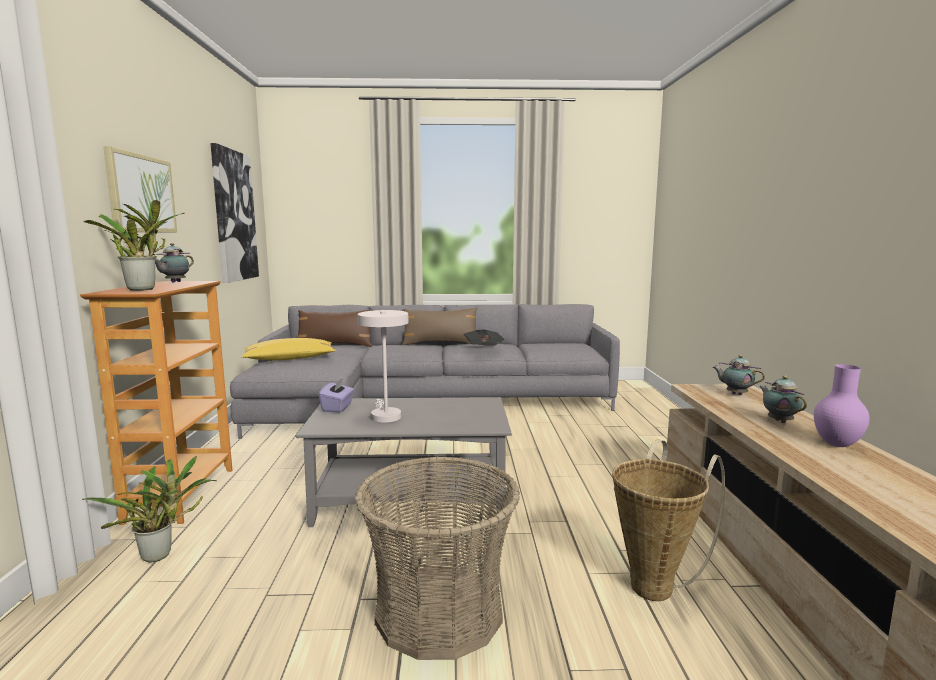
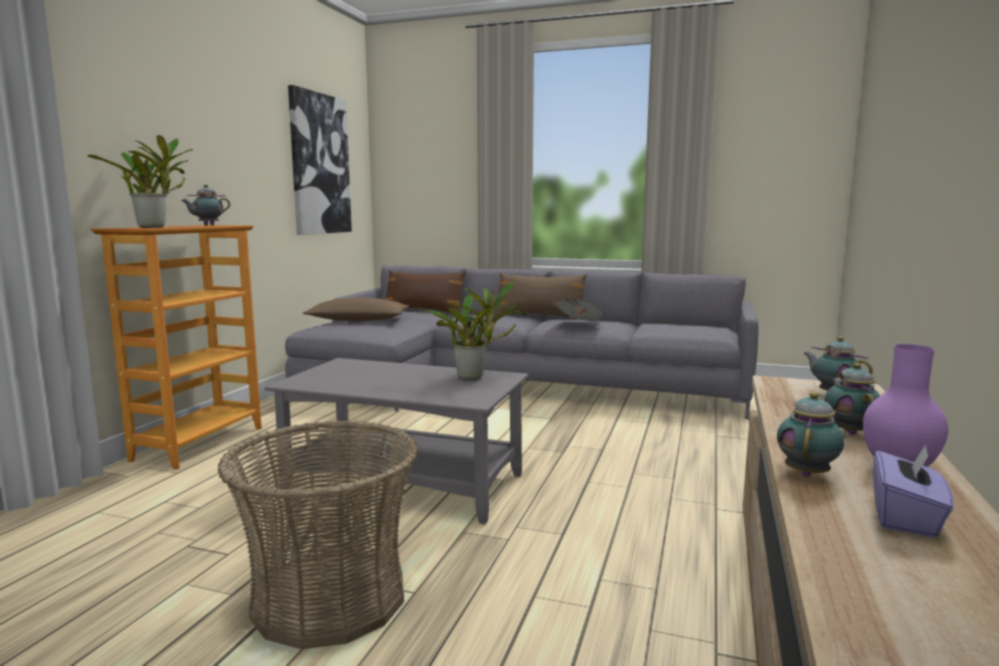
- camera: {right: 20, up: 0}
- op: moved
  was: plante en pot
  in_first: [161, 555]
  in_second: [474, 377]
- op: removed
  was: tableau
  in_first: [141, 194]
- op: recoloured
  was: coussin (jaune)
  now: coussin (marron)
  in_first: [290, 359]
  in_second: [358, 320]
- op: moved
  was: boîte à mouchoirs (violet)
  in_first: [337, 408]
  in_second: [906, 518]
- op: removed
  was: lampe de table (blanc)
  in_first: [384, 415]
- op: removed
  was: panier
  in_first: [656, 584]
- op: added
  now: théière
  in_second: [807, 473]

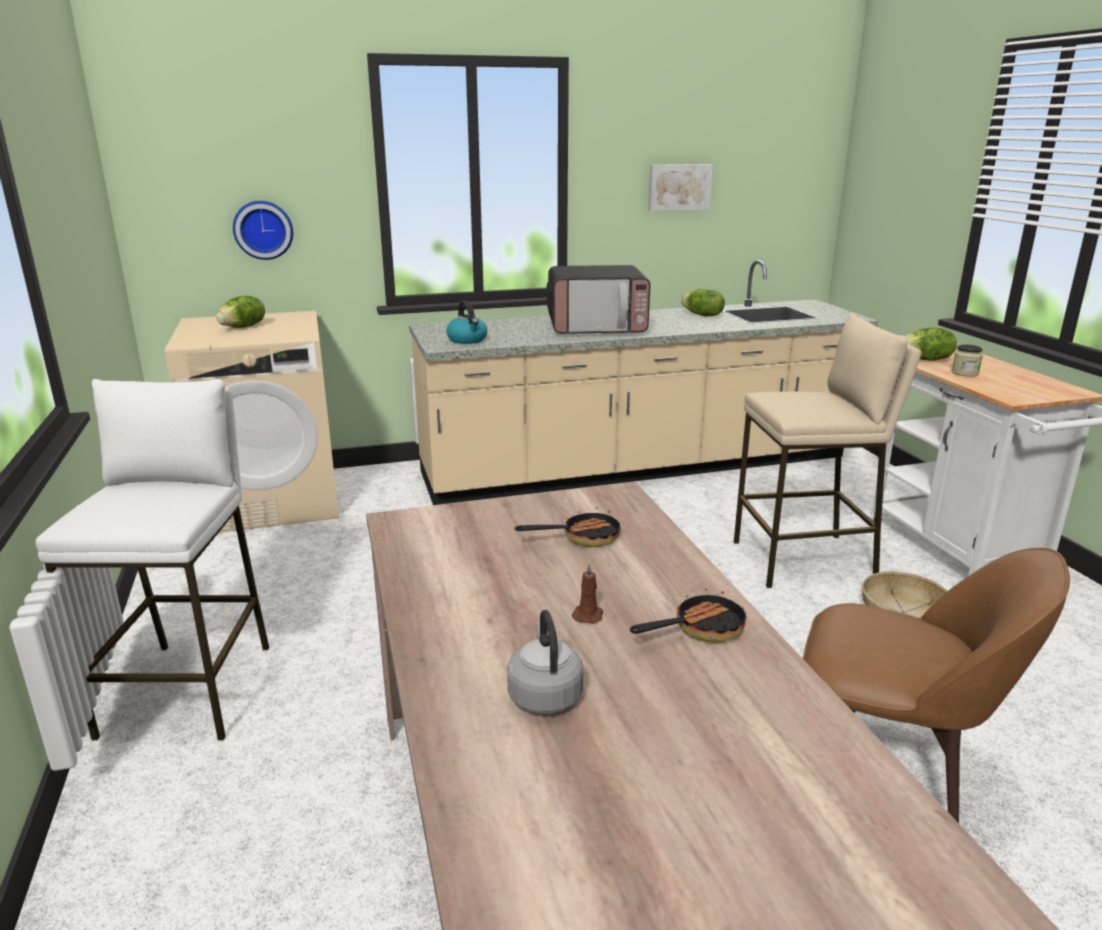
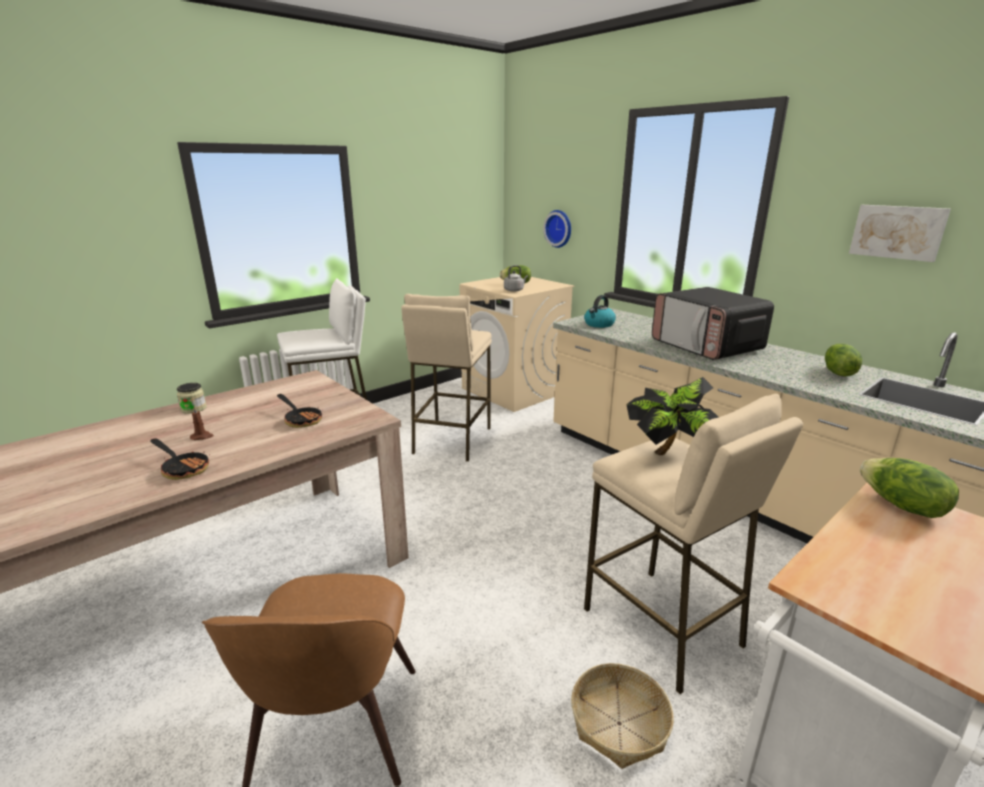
- camera: {right: 65, up: 0}
- op: moved
  was: bouilloire (gris)
  in_first: [544, 695]
  in_second: [514, 290]
- op: moved
  was: bocal
  in_first: [964, 373]
  in_second: [194, 409]
- op: added
  now: tabouret (beige)
  in_second: [451, 440]
- op: added
  now: plante en pot
  in_second: [671, 454]

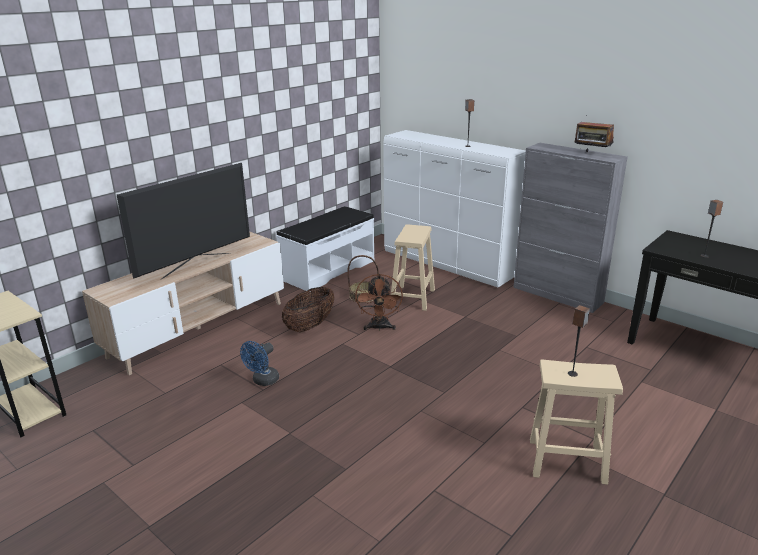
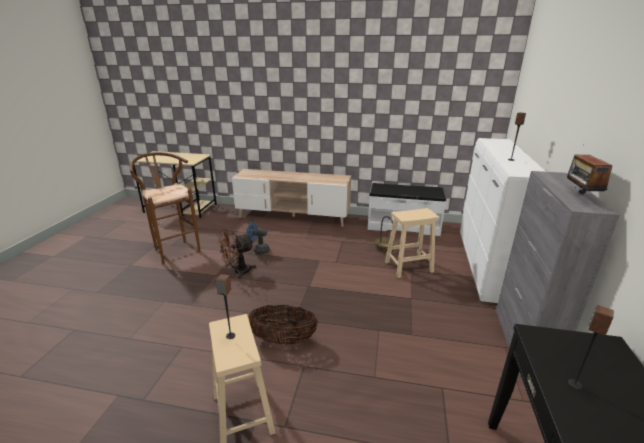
- camera: {right: 60, up: 0}
- op: removed
  was: téléviseur
  in_first: [196, 265]
- op: moved
  was: panier
  in_first: [310, 326]
  in_second: [283, 340]
- op: moved
  was: ventilateur (marron)
  in_first: [379, 328]
  in_second: [238, 272]
- op: added
  now: tabouret (marron)
  in_second: [175, 249]

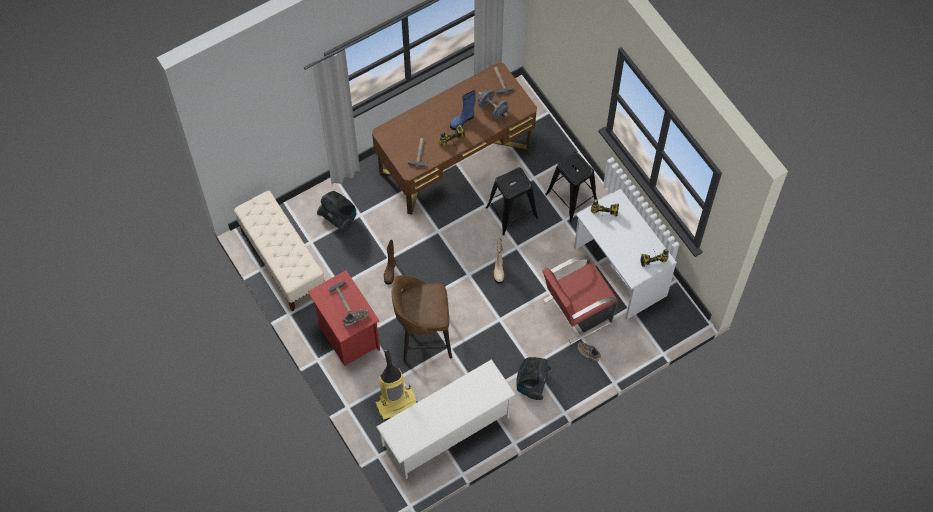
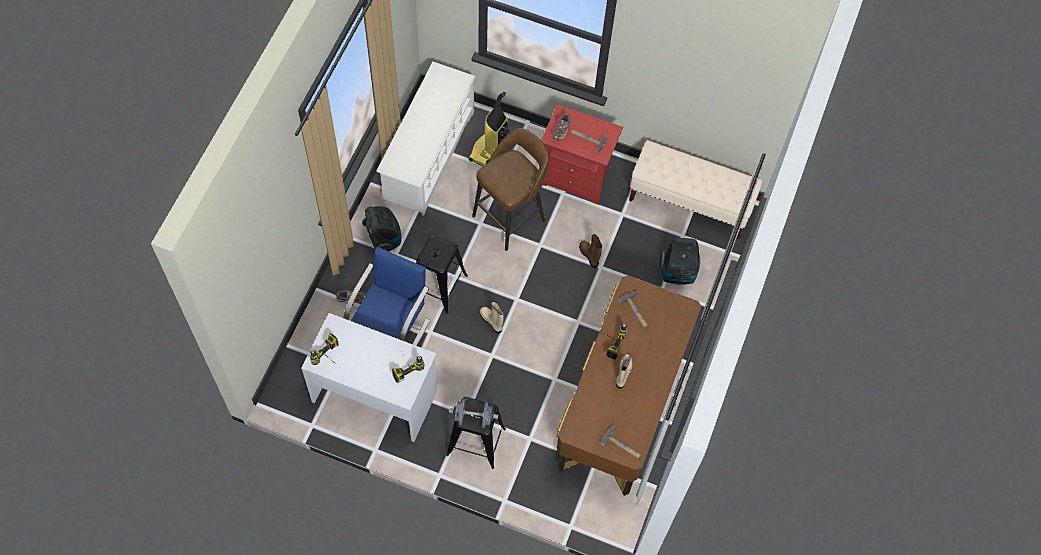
- camera: {right: 140, up: 0}
- op: recoloured
  was: botte (bleu)
  now: botte (beige)
  in_first: [462, 120]
  in_second: [623, 374]
- op: moved
  was: haltère (gris)
  in_first: [493, 109]
  in_second: [473, 418]
- op: moved
  was: tabouret (noir)
  in_first: [512, 212]
  in_second: [438, 286]
- op: recoloured
  was: chaise (rouge)
  now: chaise (bleu)
  in_first: [575, 311]
  in_second: [391, 329]

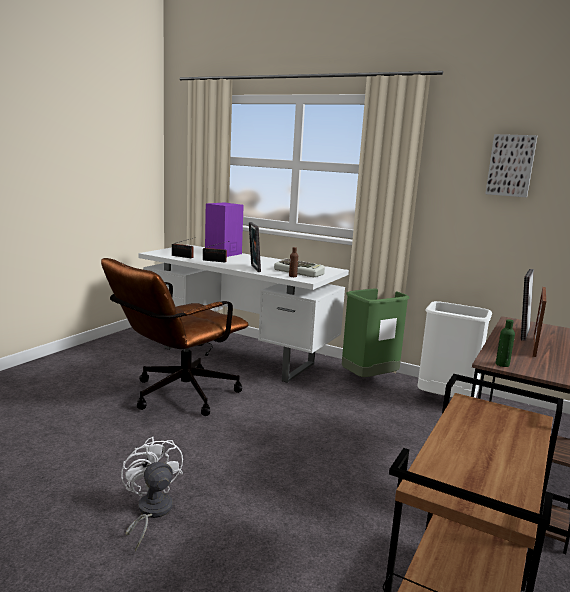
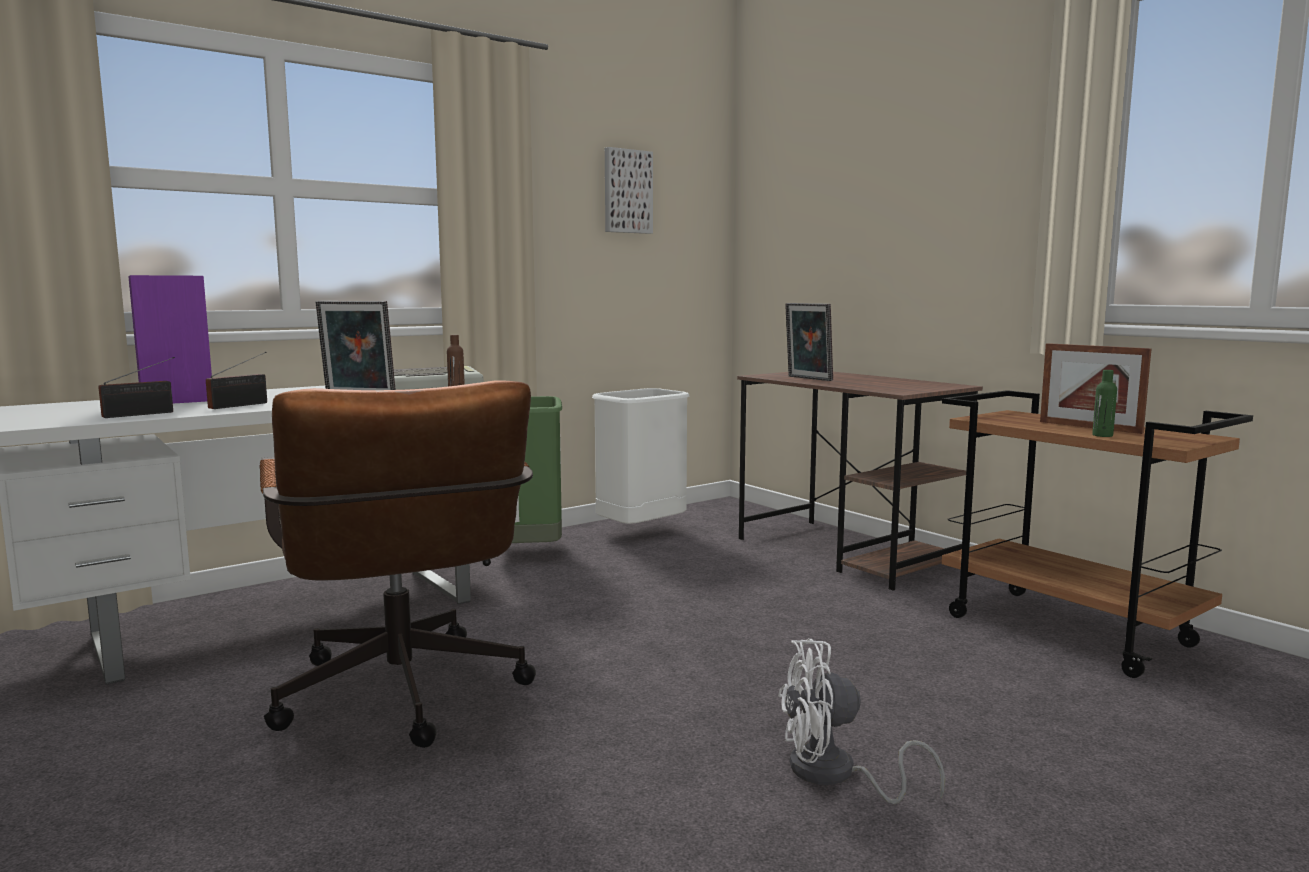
- camera: {right: -65, up: -5}
- op: moved
  was: bouteille (vert)
  in_first: [502, 364]
  in_second: [1102, 435]
- op: moved
  was: cadre photo
  in_first: [534, 346]
  in_second: [1089, 427]

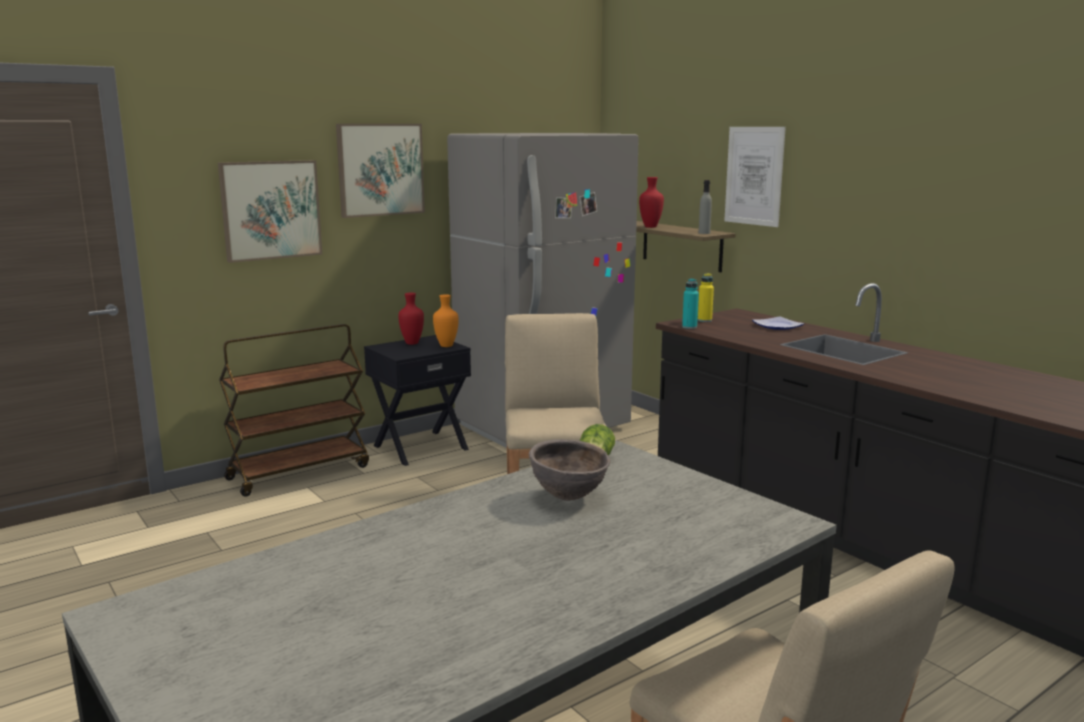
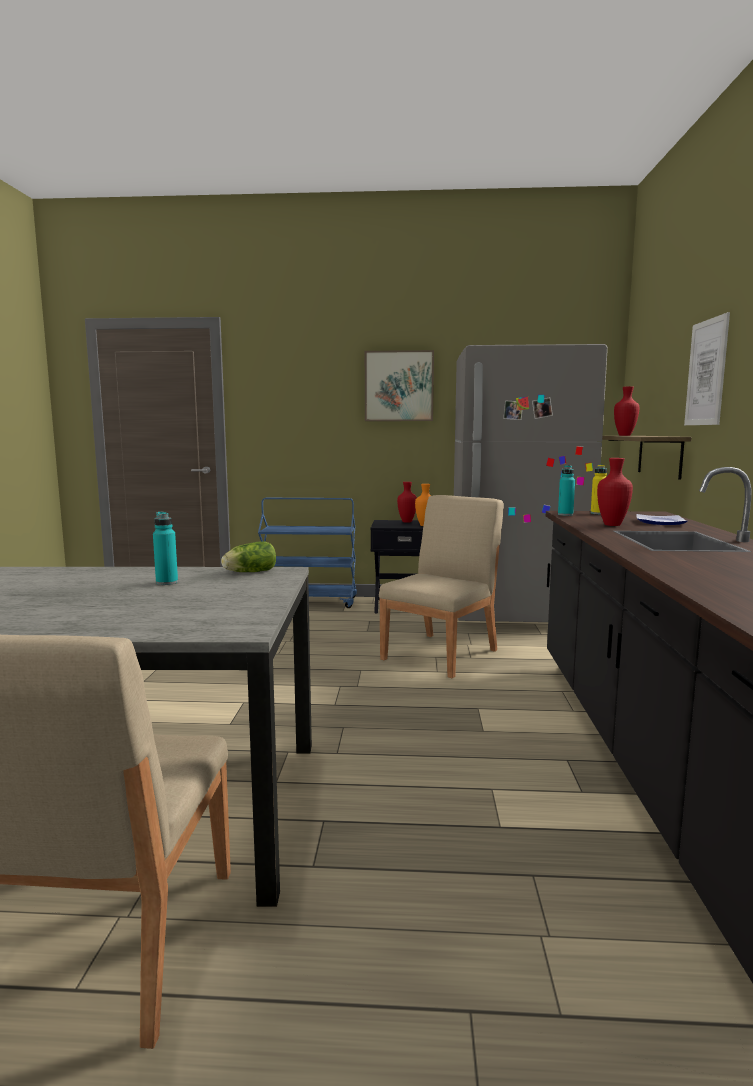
- camera: {right: 40, up: -5}
- op: removed
  was: tableau
  in_first: [271, 210]
- op: recoloured
  was: chariot (marron)
  now: chariot (bleu)
  in_first: [299, 472]
  in_second: [309, 602]
- op: replaced
  was: bol (marron)
  now: bouteille (turquoise)
  in_first: [569, 497]
  in_second: [167, 582]
- op: removed
  was: bouteille (gris)
  in_first: [704, 233]
- op: added
  now: vase (rouge)
  in_second: [613, 525]

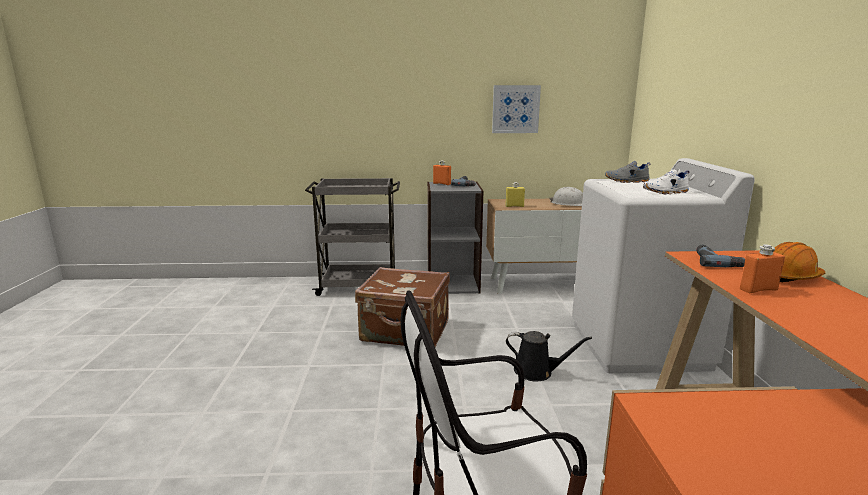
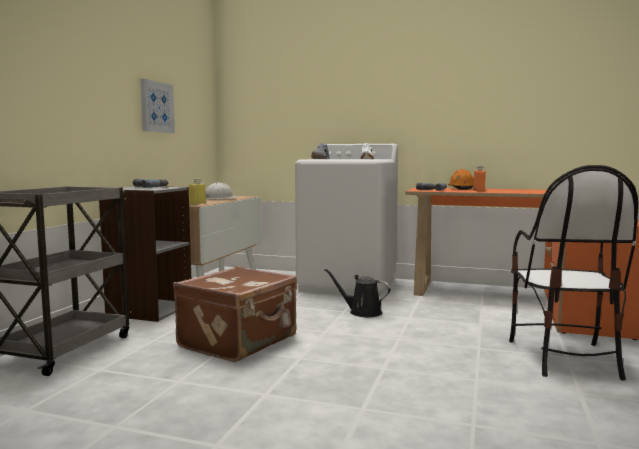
- camera: {right: -70, up: -10}
- op: removed
  was: bouteille (orange)
  in_first: [442, 184]
- op: turned
  was: arrosoir (noir)
  in_first: [537, 372]
  in_second: [362, 312]
  clockwise: -105

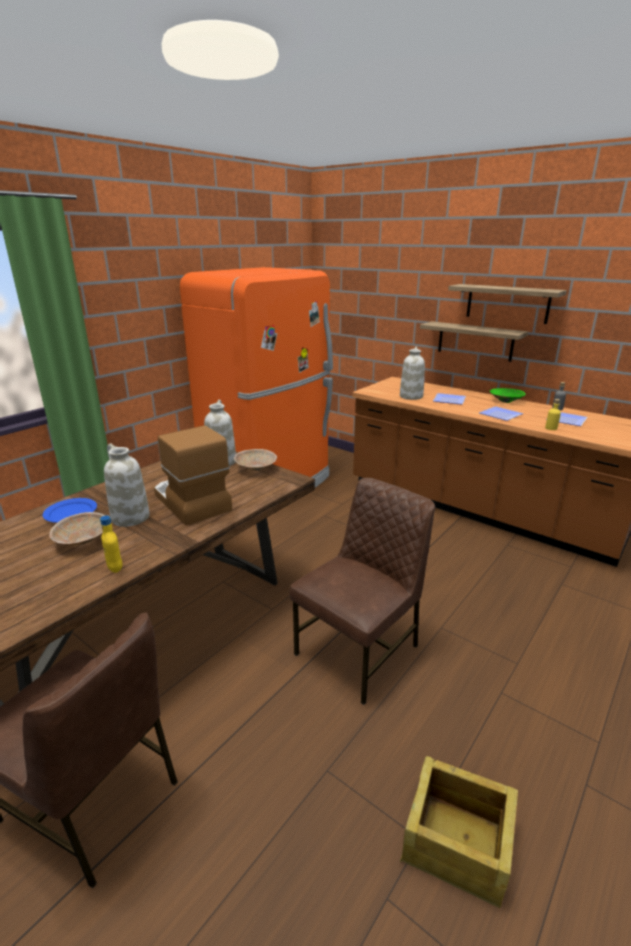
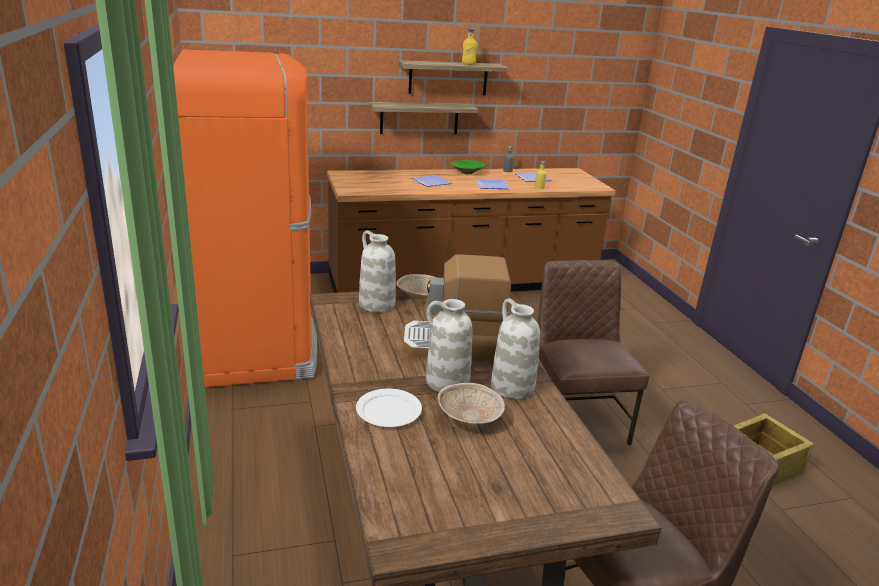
- camera: {right: -55, up: 0}
- op: recoloured
  was: assiette (bleu)
  now: assiette (blanc)
  in_first: [70, 513]
  in_second: [389, 411]
- op: moved
  was: bouteille (jaune)
  in_first: [115, 568]
  in_second: [468, 64]
- op: moved
  was: vase (blanc)
  in_first: [411, 396]
  in_second: [511, 387]

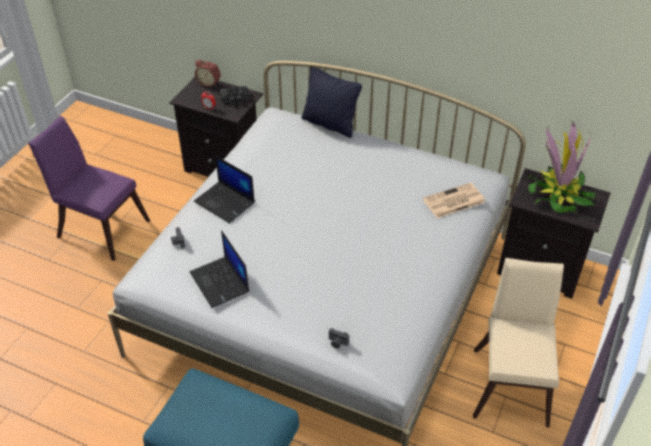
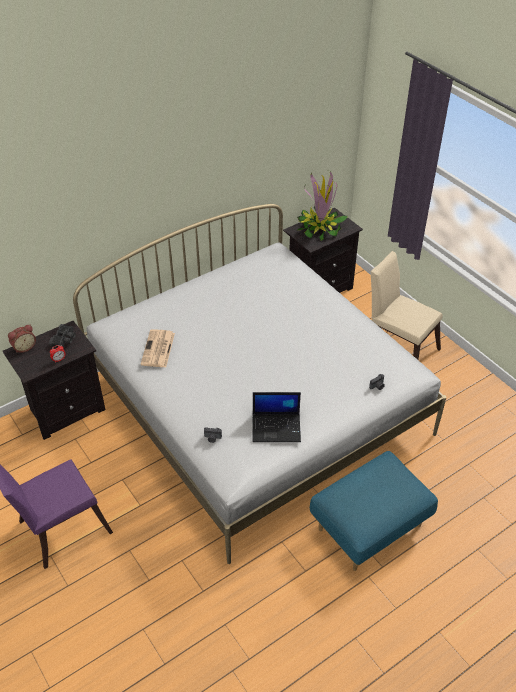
- camera: {right: -60, up: 0}
- op: removed
  was: ordinateur portable
  in_first: [225, 202]
- op: removed
  was: coussin (noir)
  in_first: [330, 124]
- op: moved
  was: journal
  in_first: [453, 201]
  in_second: [158, 349]

